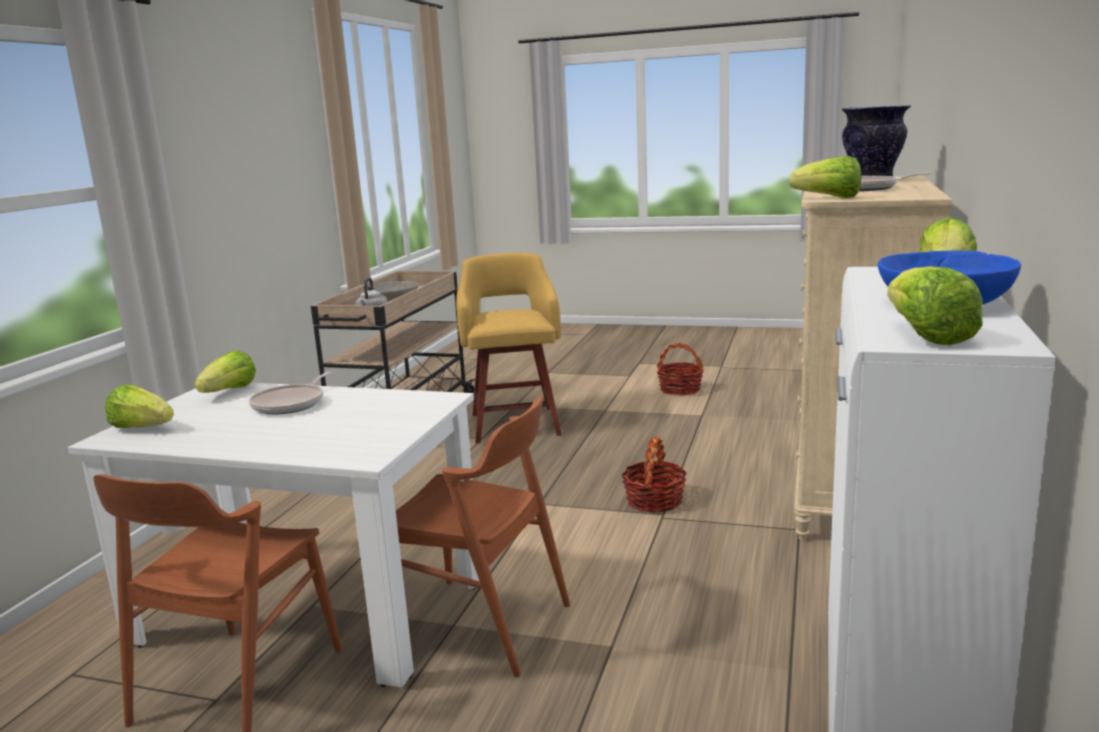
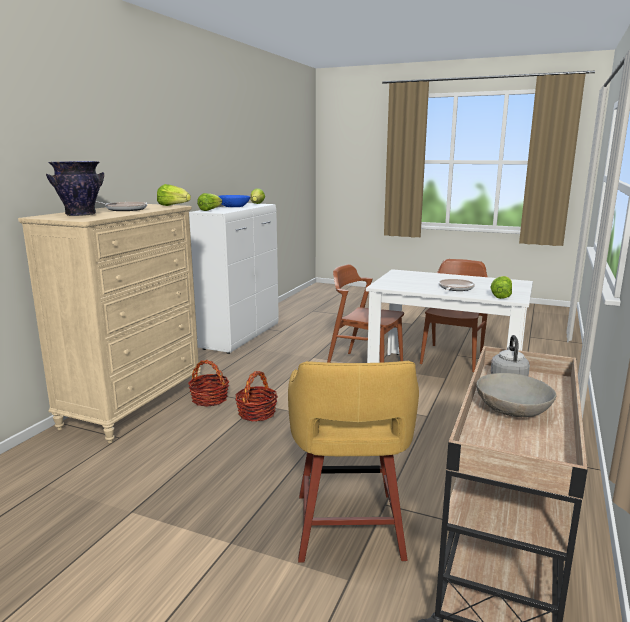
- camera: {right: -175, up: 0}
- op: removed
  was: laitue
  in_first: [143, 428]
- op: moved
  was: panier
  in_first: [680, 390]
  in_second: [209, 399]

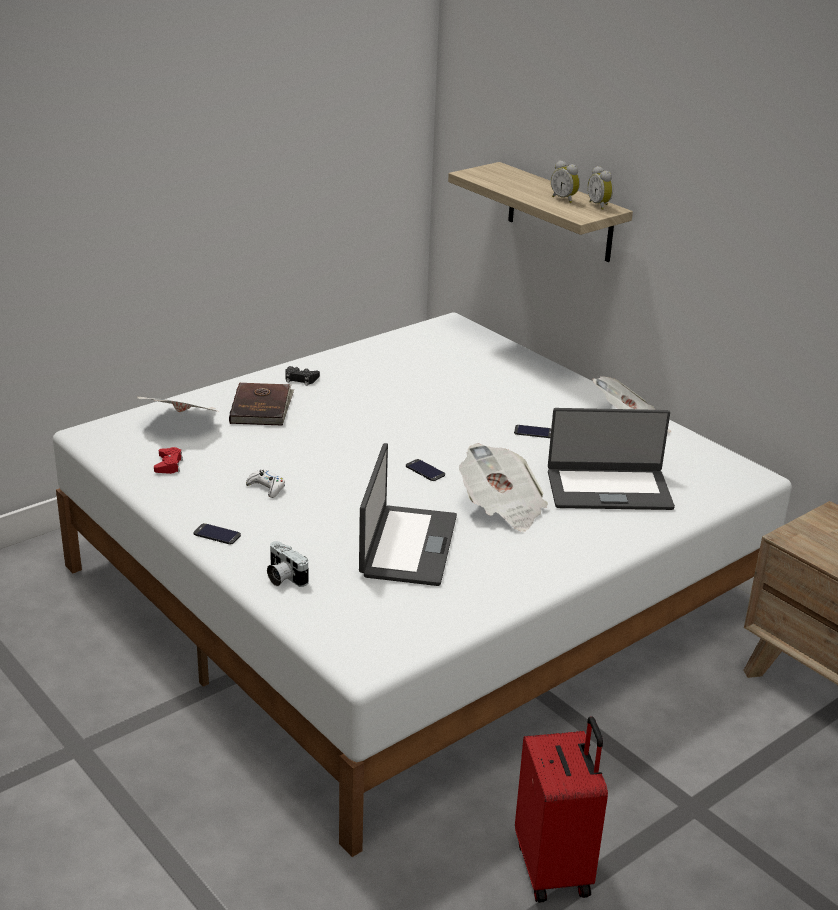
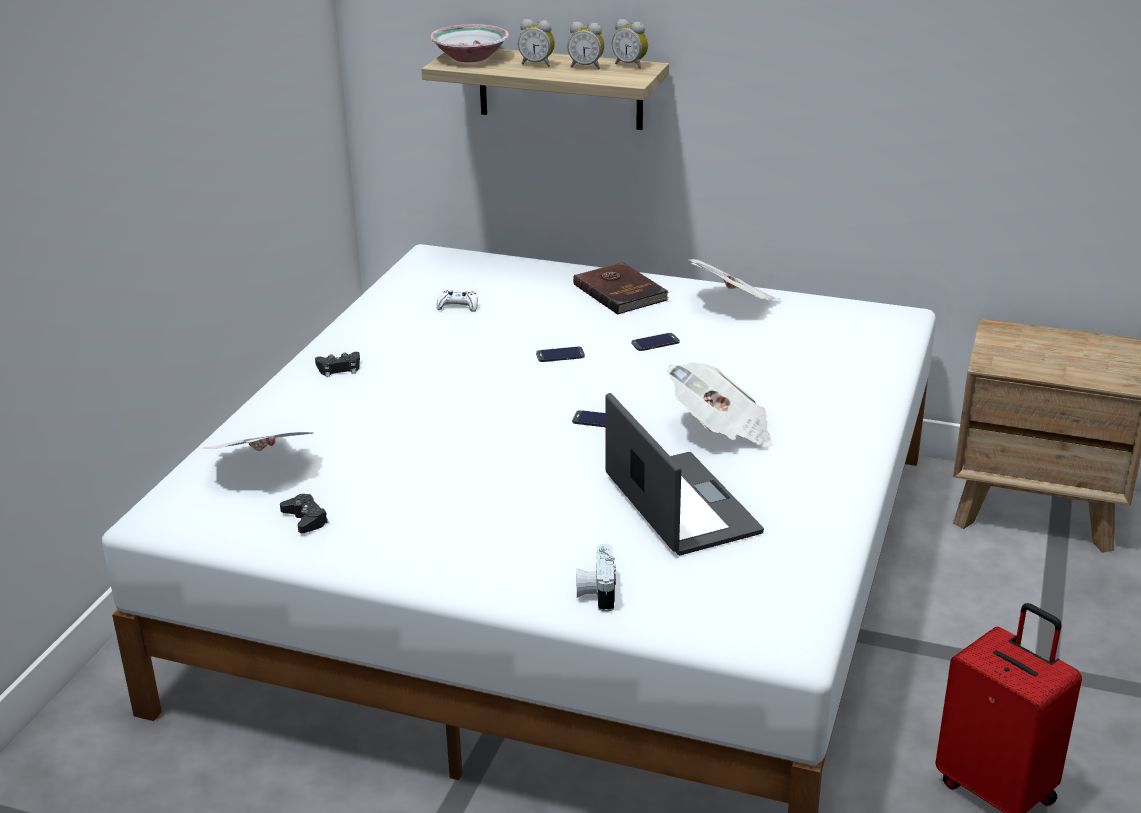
- camera: {right: -30, up: 0}
- op: recoloured
  was: manette (rouge)
  now: manette (noir)
  in_first: [169, 465]
  in_second: [305, 519]
- op: moved
  was: téléphone
  in_first: [217, 534]
  in_second: [560, 355]
- op: moved
  was: livre (marron)
  in_first: [262, 407]
  in_second: [621, 291]
- op: moved
  was: manette (blanc)
  in_first: [266, 487]
  in_second: [458, 306]
- op: turned
  was: appareil photo
  in_first: [283, 577]
  in_second: [596, 591]
  clockwise: 75
- op: removed
  was: ordinateur portable
  in_first: [608, 489]
- op: added
  now: bol
  in_second: [469, 57]
- op: added
  now: réveil
  in_second: [537, 64]

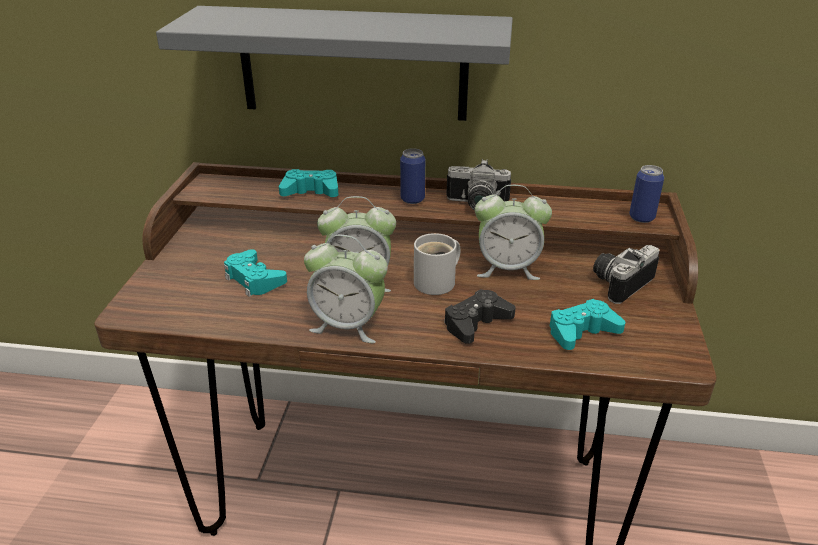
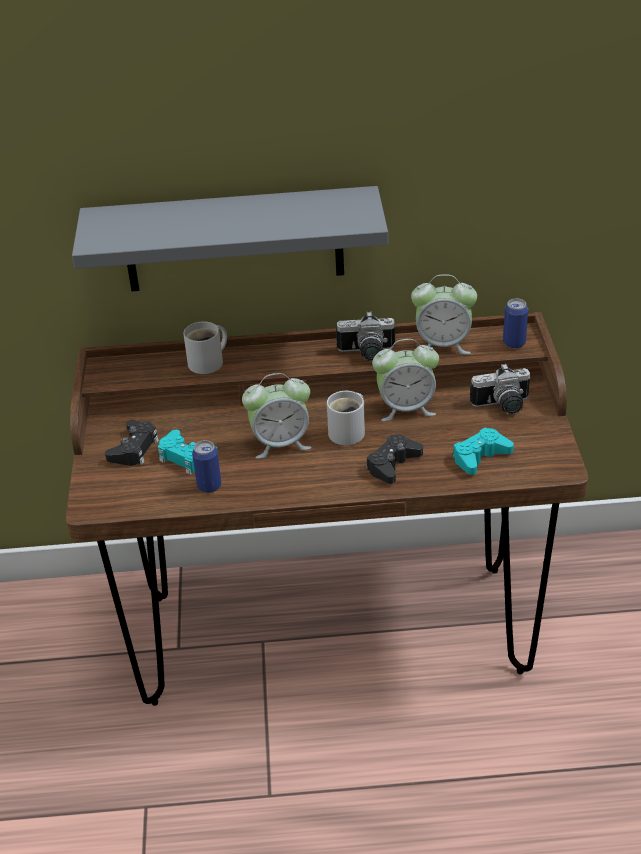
- camera: {right: -10, up: 5}
- op: replaced
  was: manette (turquoise)
  now: mug (blanc)
  in_first: [311, 191]
  in_second: [209, 362]
- op: moved
  was: réveil
  in_first: [348, 325]
  in_second: [443, 345]
- op: moved
  was: boîte métallique
  in_first: [412, 199]
  in_second: [209, 486]
- op: turned
  was: appareil photo
  in_first: [618, 283]
  in_second: [503, 406]
  clockwise: -135
- op: added
  now: manette (noir)
  in_second: [134, 449]

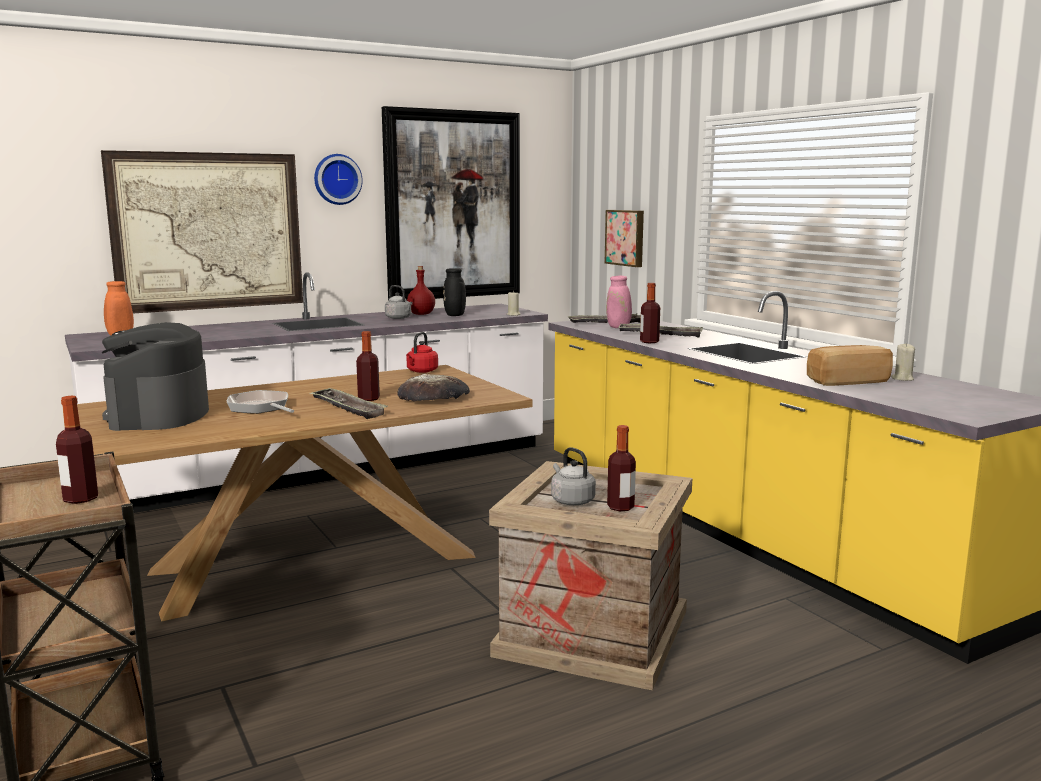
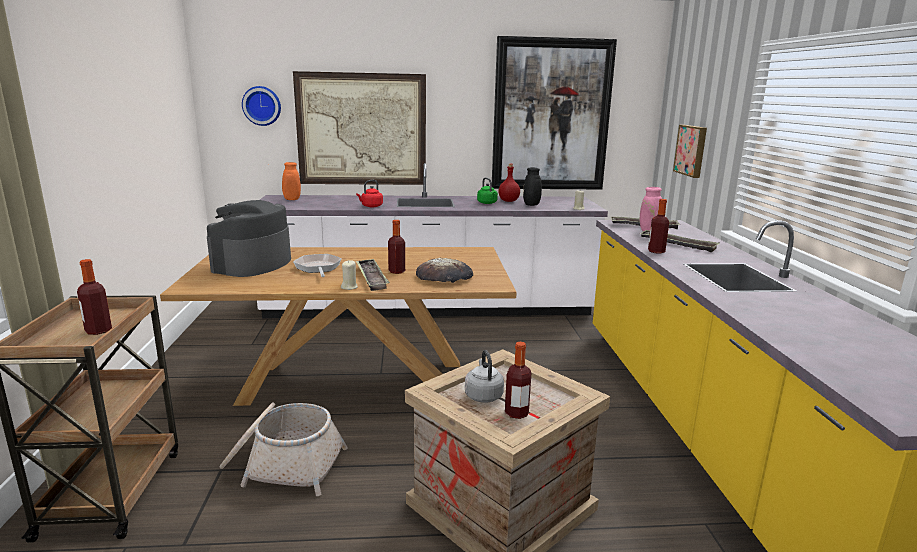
- camera: {right: 25, up: 5}
- op: moved
  was: horloge murale
  in_first: [337, 179]
  in_second: [262, 106]
- op: recoloured
  was: bouilloire (gris)
  now: bouilloire (vert)
  in_first: [399, 318]
  in_second: [487, 203]
- op: moved
  was: bouilloire (rouge)
  in_first: [421, 371]
  in_second: [371, 206]
- op: removed
  was: pain
  in_first: [846, 381]
- op: moved
  was: bougie (beige)
  in_first: [902, 379]
  in_second: [349, 287]
- op: added
  now: panier
  in_second: [283, 465]

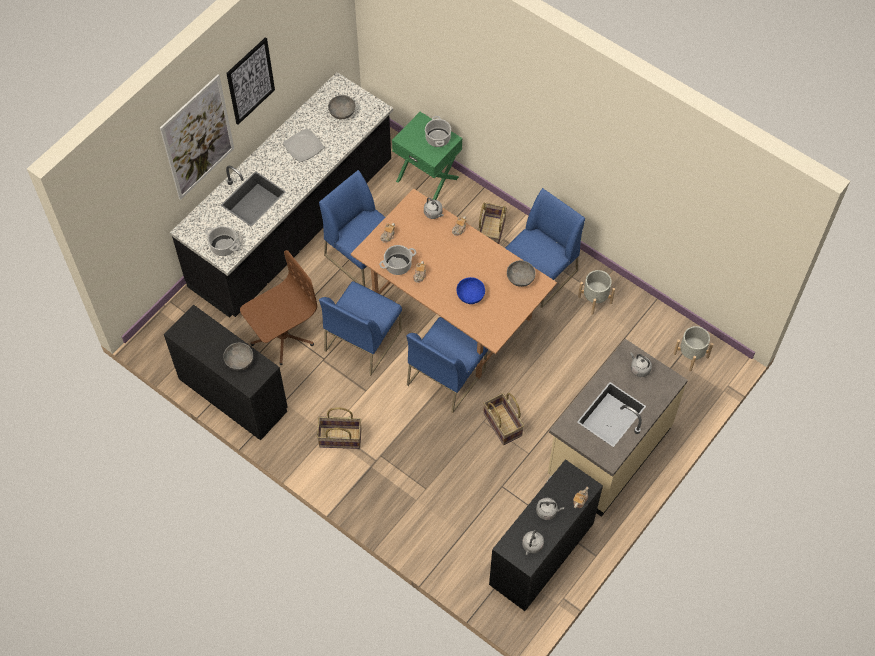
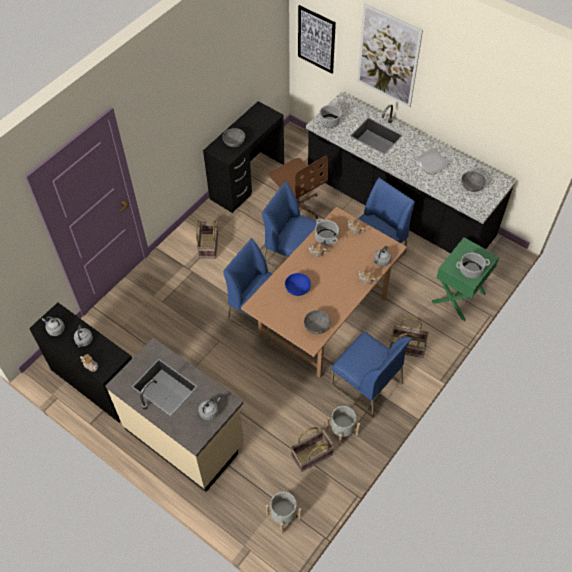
- camera: {right: 90, up: -5}
- op: moved
  was: tableau
  in_first: [250, 81]
  in_second: [316, 39]
- op: moved
  was: panier
  in_first: [503, 424]
  in_second: [312, 456]

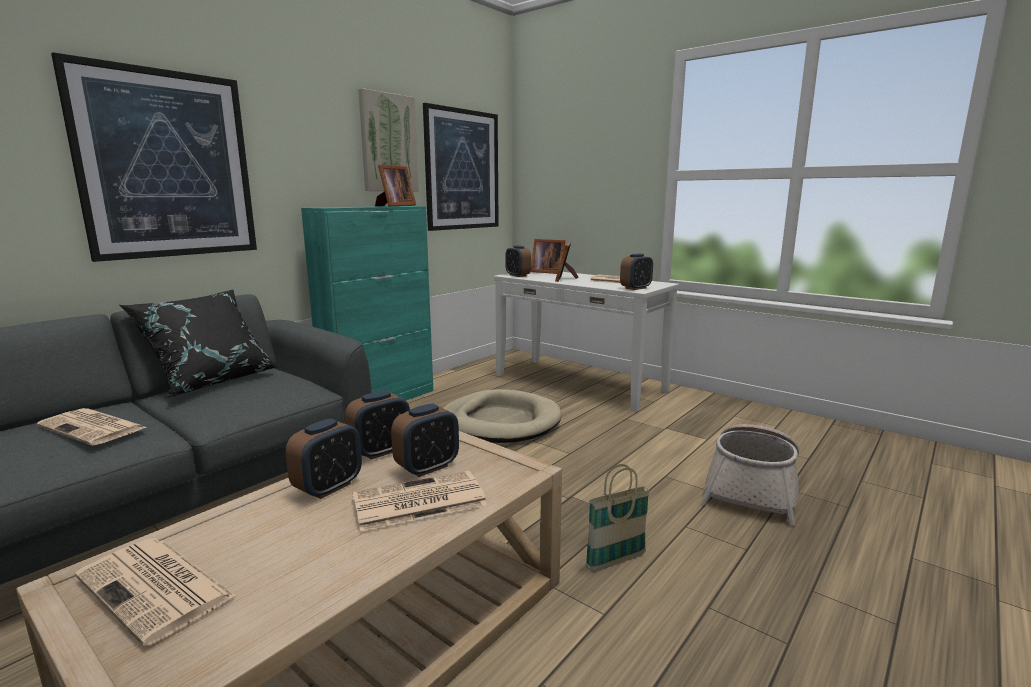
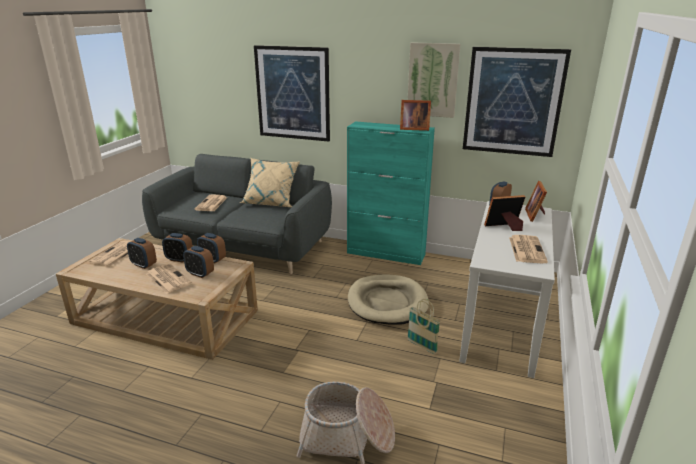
- camera: {right: 70, up: 10}
- op: recoloured
  was: coussin (noir)
  now: coussin (beige)
  in_first: [211, 382]
  in_second: [271, 202]
- op: moved
  was: panier
  in_first: [615, 561]
  in_second: [422, 346]
- op: moved
  was: réveil
  in_first: [636, 288]
  in_second: [144, 265]

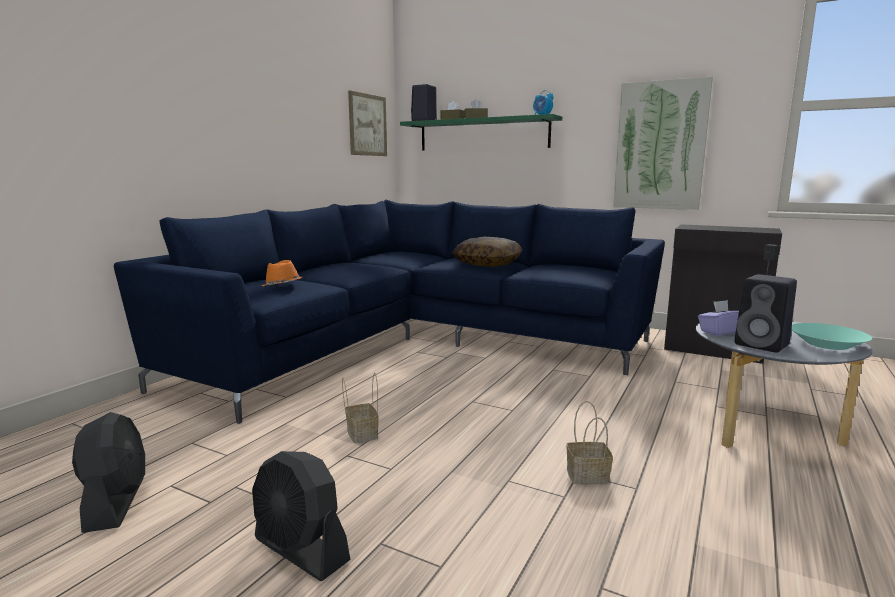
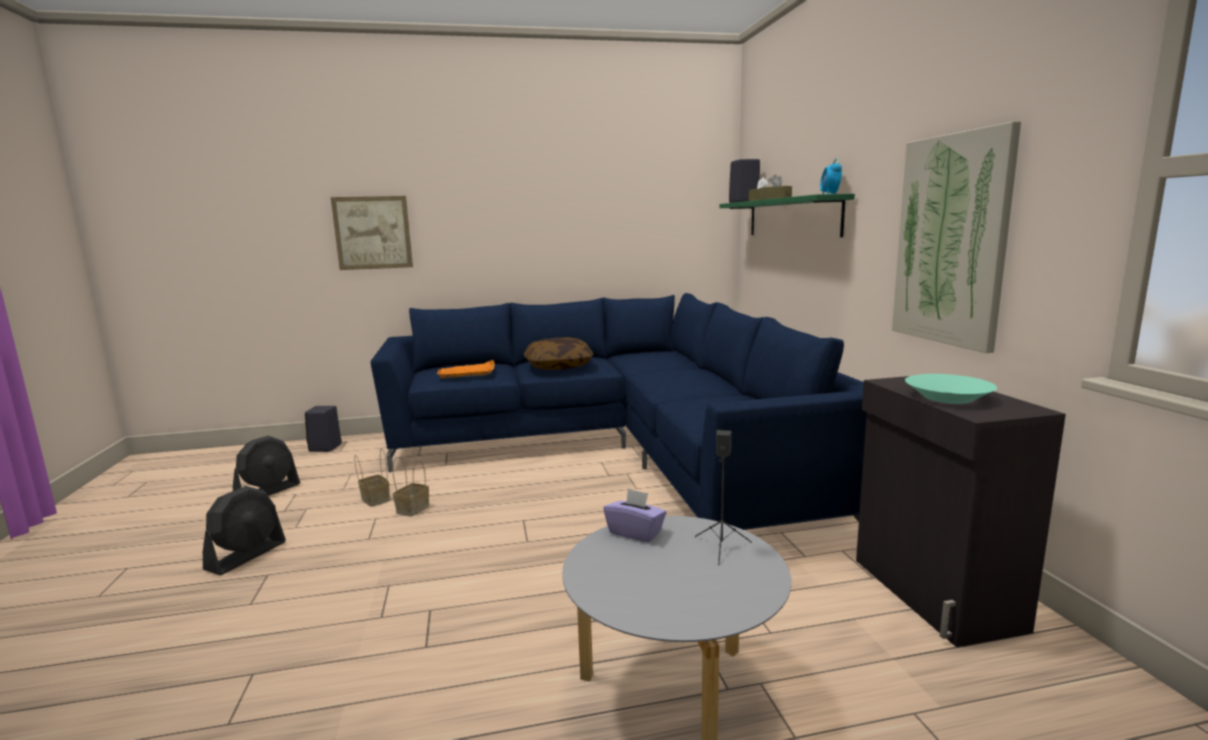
- camera: {right: 50, up: 0}
- op: turned
  was: ventilateur (noir)
  in_first: [301, 550]
  in_second: [247, 555]
  clockwise: -150
- op: replaced
  was: chapeau (orange)
  now: plateau (orange)
  in_first: [282, 286]
  in_second: [467, 372]
- op: moved
  was: tableau
  in_first: [367, 125]
  in_second: [373, 233]
- op: moved
  was: coussin
  in_first: [487, 264]
  in_second: [558, 366]
- op: moved
  was: panier
  in_first: [586, 476]
  in_second: [374, 499]
- op: moved
  was: enceinte (noir)
  in_first: [763, 345]
  in_second: [325, 448]
- op: moved
  was: bol (turquoise)
  in_first: [827, 344]
  in_second: [948, 397]

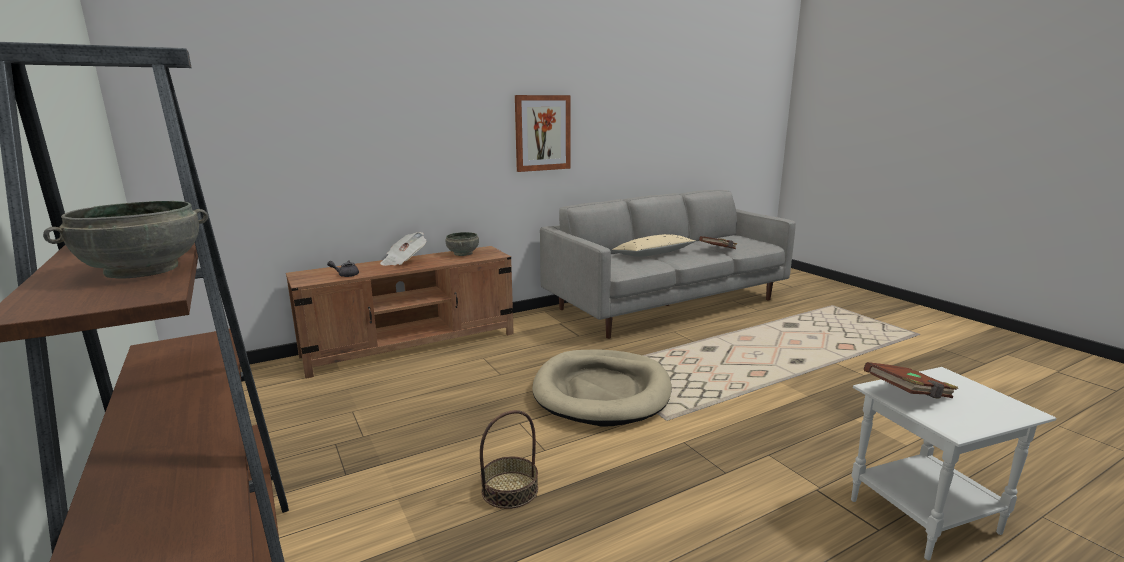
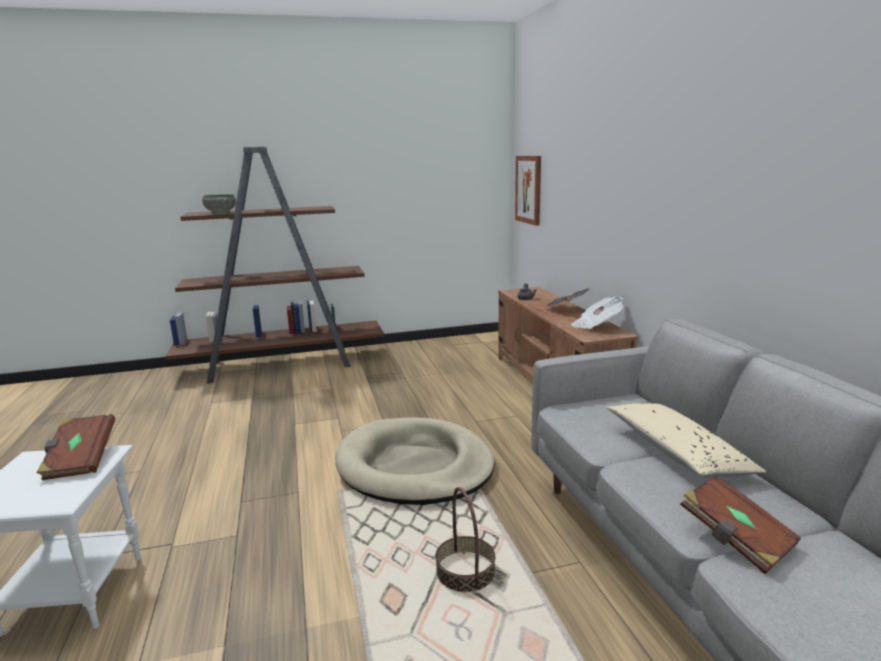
- camera: {right: 105, up: 0}
- op: replaced
  was: bol (gris)
  now: journal
  in_first: [463, 253]
  in_second: [596, 325]
- op: moved
  was: panier
  in_first: [509, 490]
  in_second: [465, 572]
- op: moved
  was: tableau
  in_first: [542, 133]
  in_second: [529, 189]

